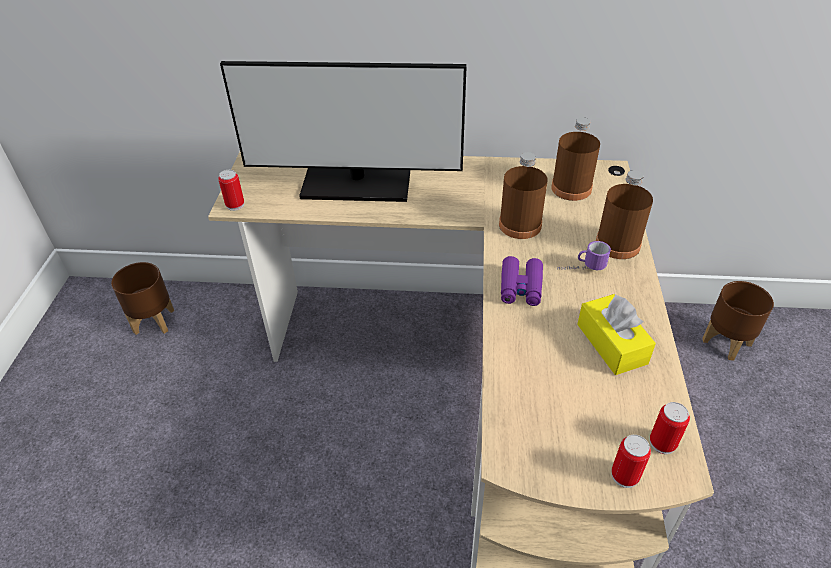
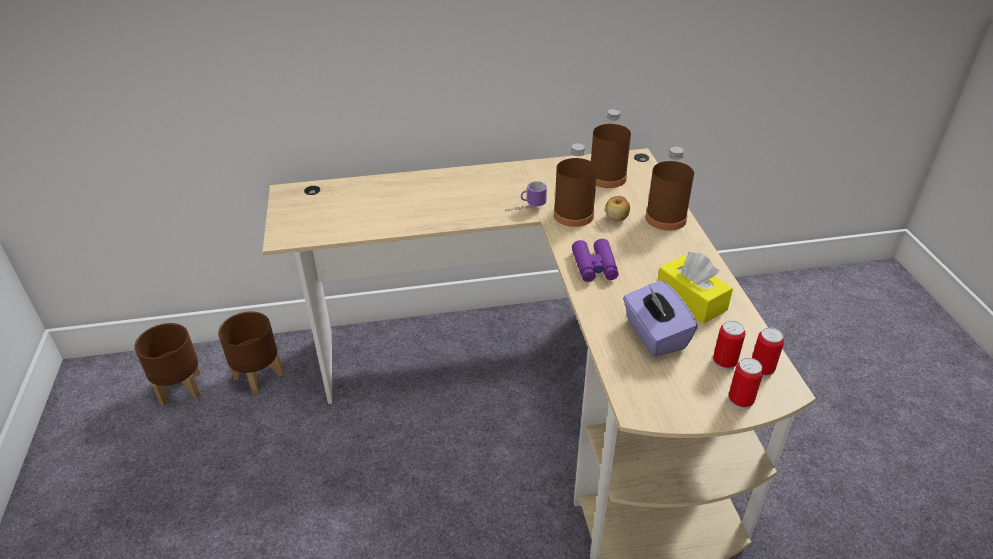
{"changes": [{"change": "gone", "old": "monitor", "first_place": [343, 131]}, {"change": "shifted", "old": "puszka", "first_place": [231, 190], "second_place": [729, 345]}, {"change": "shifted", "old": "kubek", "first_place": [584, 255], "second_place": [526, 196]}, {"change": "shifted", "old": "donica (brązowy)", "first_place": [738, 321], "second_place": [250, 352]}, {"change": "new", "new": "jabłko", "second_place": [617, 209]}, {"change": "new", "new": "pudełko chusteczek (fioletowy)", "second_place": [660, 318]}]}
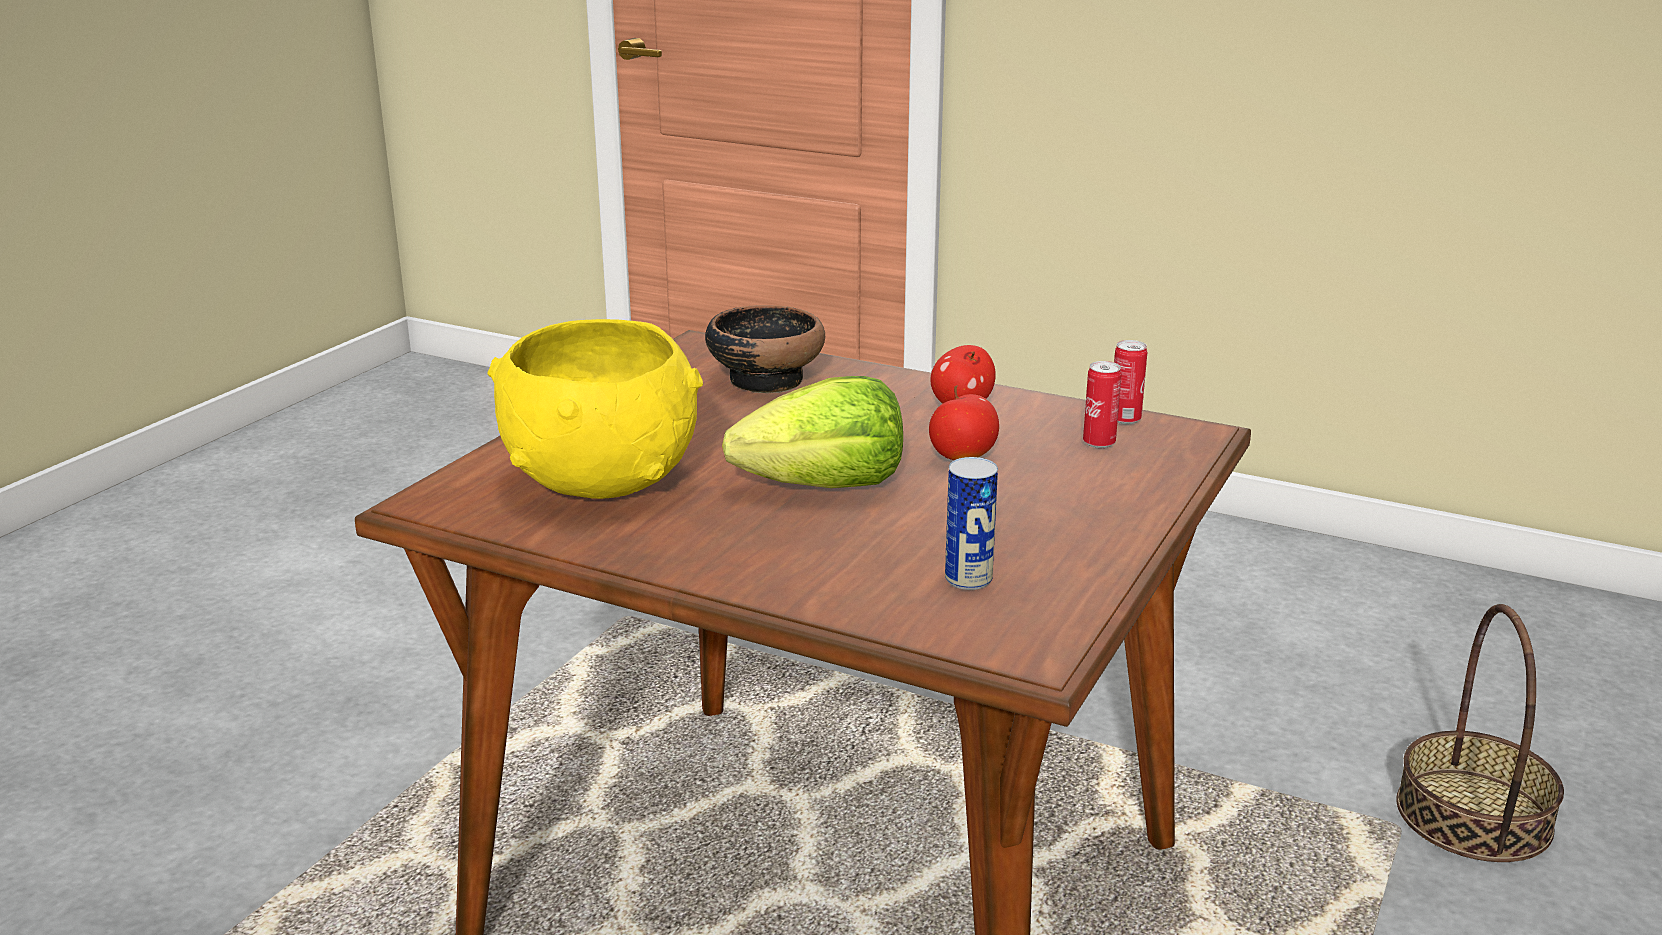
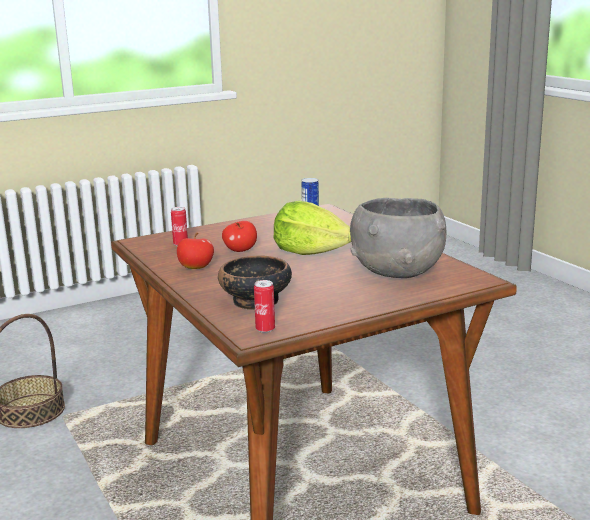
{"changes": [{"change": "repainted", "old": "miska (żółty)", "new": "miska (szary)", "first_place": [595, 409], "second_place": [398, 238]}, {"change": "shifted", "old": "puszka", "first_place": [1130, 382], "second_place": [264, 306]}]}
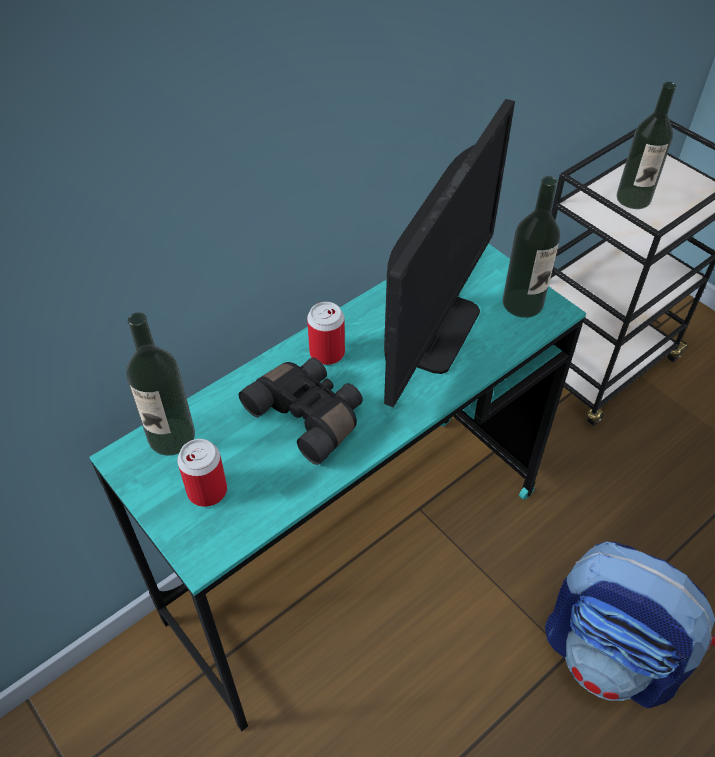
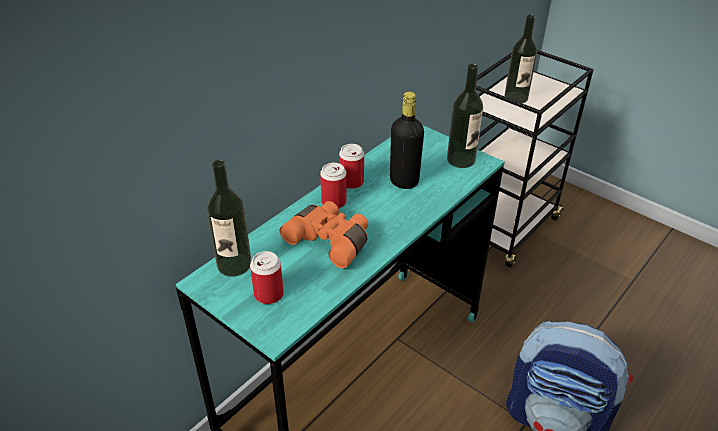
{"changes": [{"change": "swapped", "old": "monitor", "new": "butelka (czarny)", "first_place": [449, 253], "second_place": [407, 140]}, {"change": "repainted", "old": "lornetka (czarny)", "new": "lornetka (pomarańczowy)", "first_place": [301, 411], "second_place": [324, 234]}, {"change": "new", "new": "puszka", "second_place": [351, 166]}]}
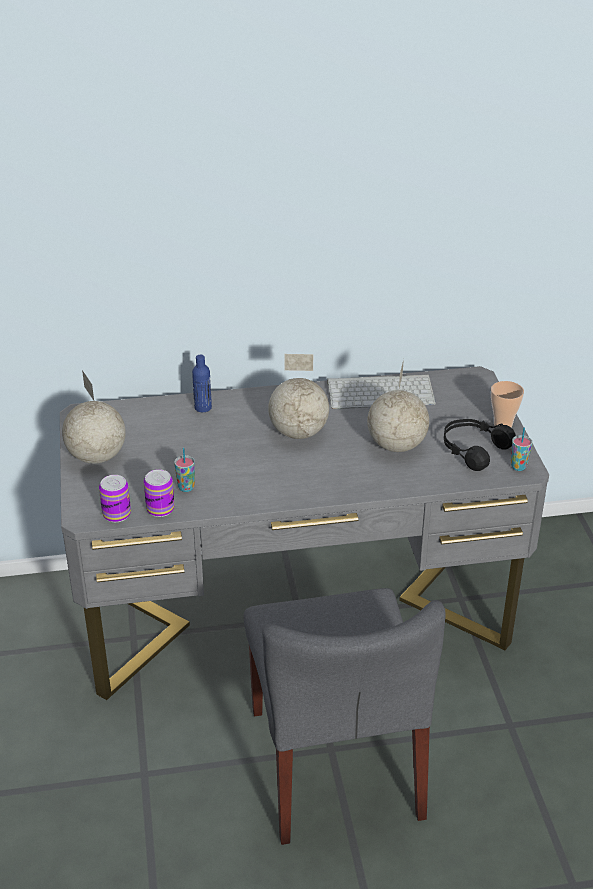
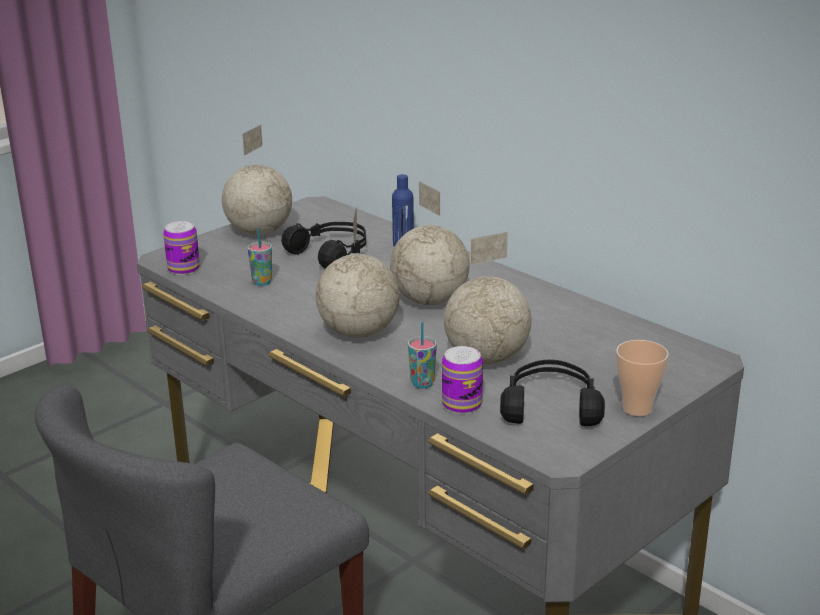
{"changes": [{"change": "gone", "old": "klawiatura", "first_place": [381, 392]}, {"change": "shifted", "old": "filiżanka", "first_place": [521, 449], "second_place": [422, 355]}, {"change": "shifted", "old": "puszka", "first_place": [159, 493], "second_place": [462, 380]}, {"change": "new", "new": "globus", "second_place": [357, 274]}, {"change": "new", "new": "słuchawki (czarny)", "second_place": [323, 245]}]}
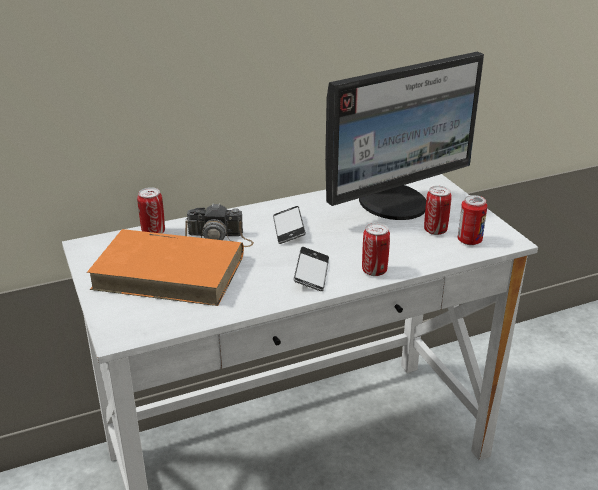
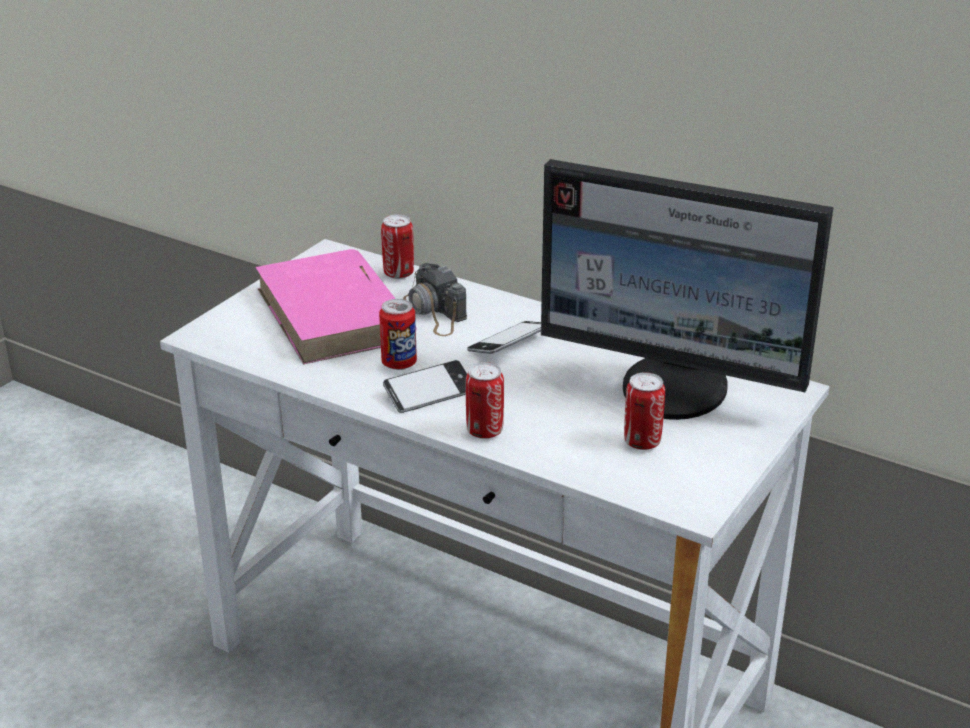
{"changes": [{"change": "shifted", "old": "puszka", "first_place": [473, 220], "second_place": [398, 334]}, {"change": "repainted", "old": "książka (pomarańczowy)", "new": "książka (różowy)", "first_place": [165, 267], "second_place": [336, 306]}]}
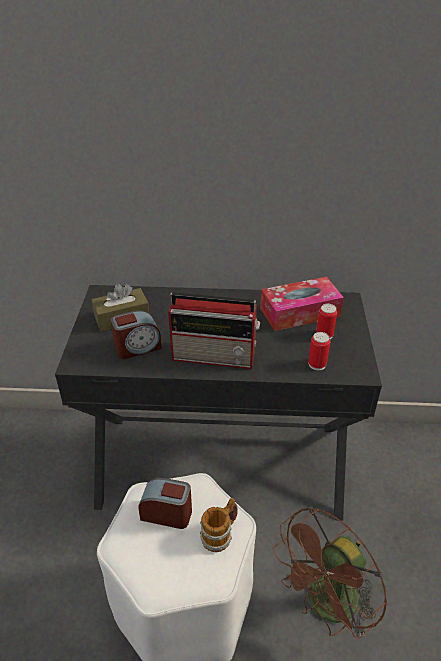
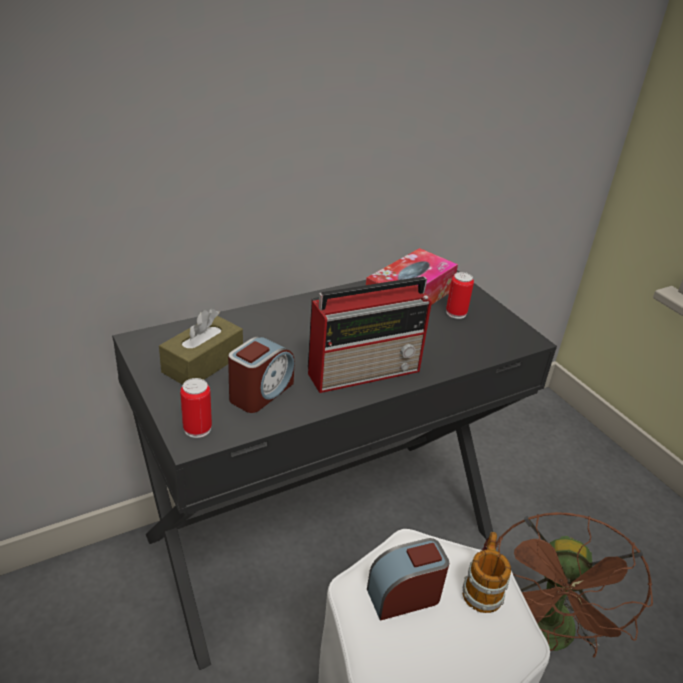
{"changes": [{"change": "shifted", "old": "puszka", "first_place": [319, 351], "second_place": [196, 408]}]}
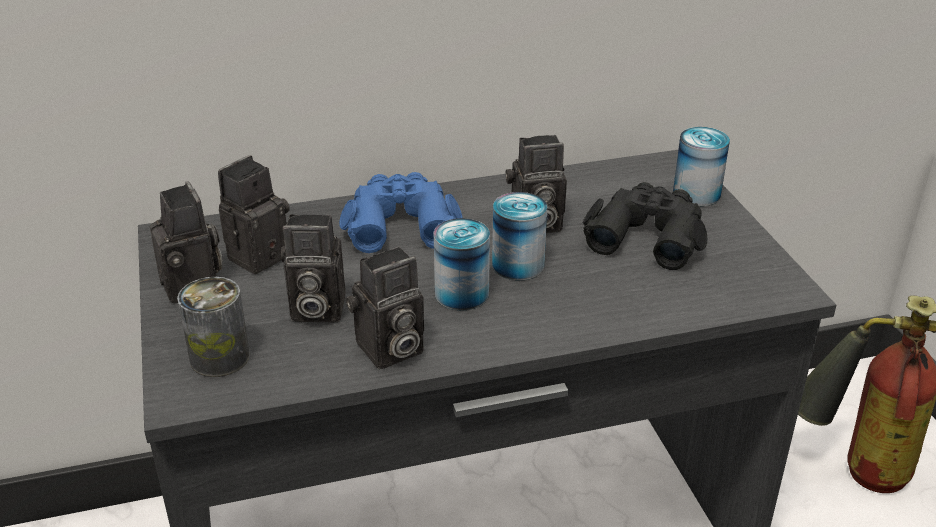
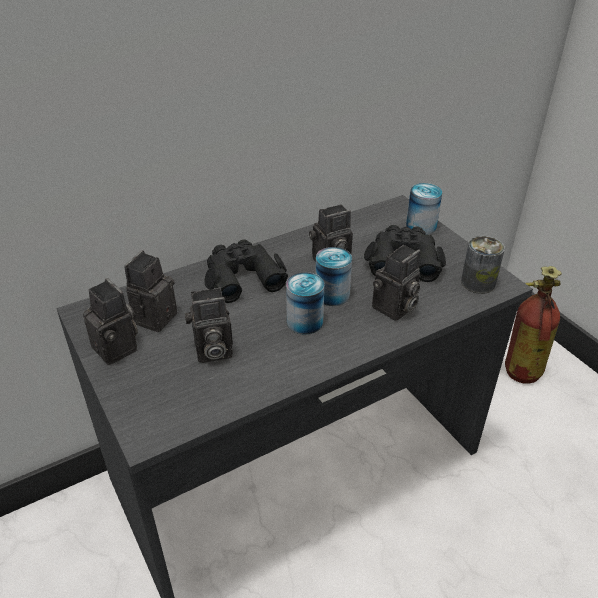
{"changes": [{"change": "repainted", "old": "lornetka (niebieski)", "new": "lornetka (czarny)", "first_place": [401, 212], "second_place": [246, 271]}, {"change": "shifted", "old": "aparat fotograficzny", "first_place": [385, 307], "second_place": [396, 283]}, {"change": "shifted", "old": "puszka", "first_place": [213, 327], "second_place": [483, 265]}]}
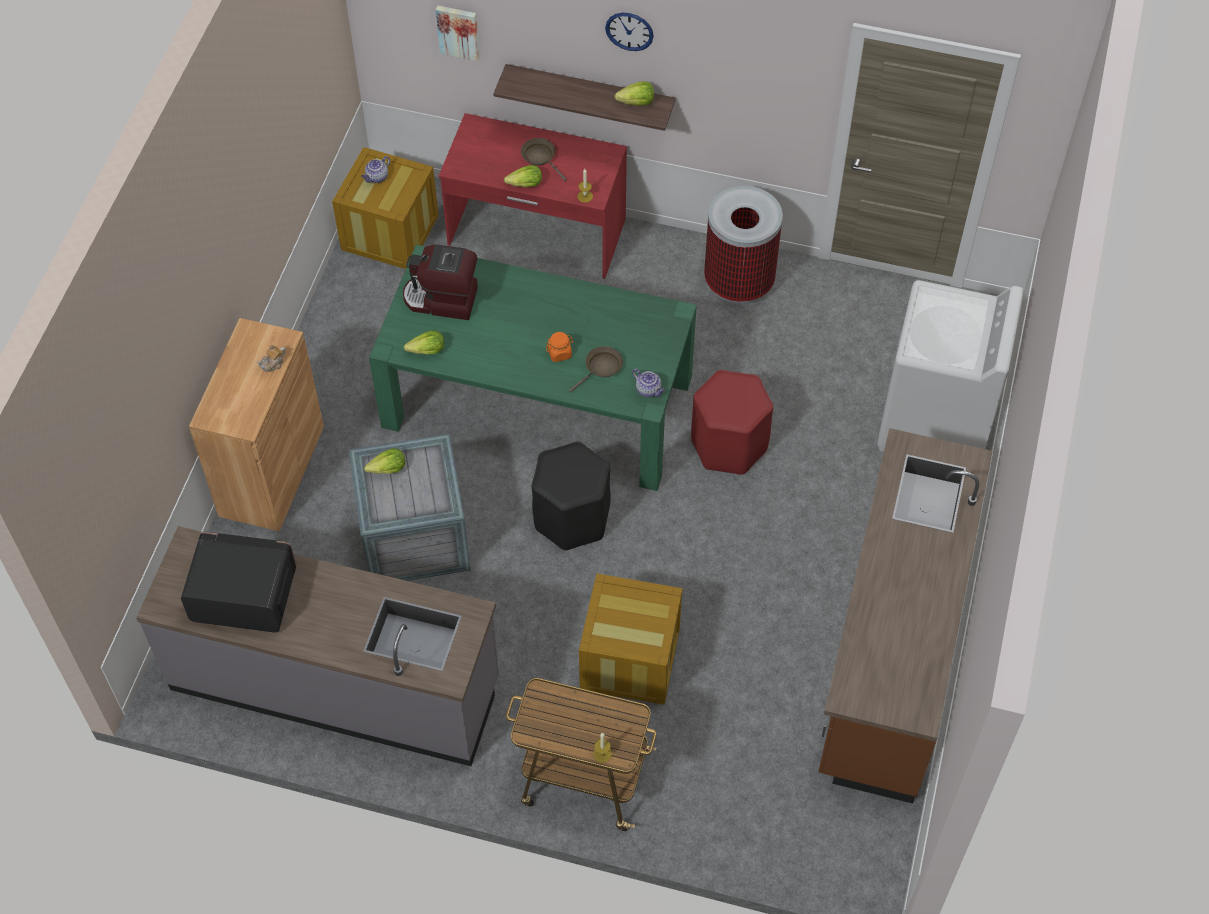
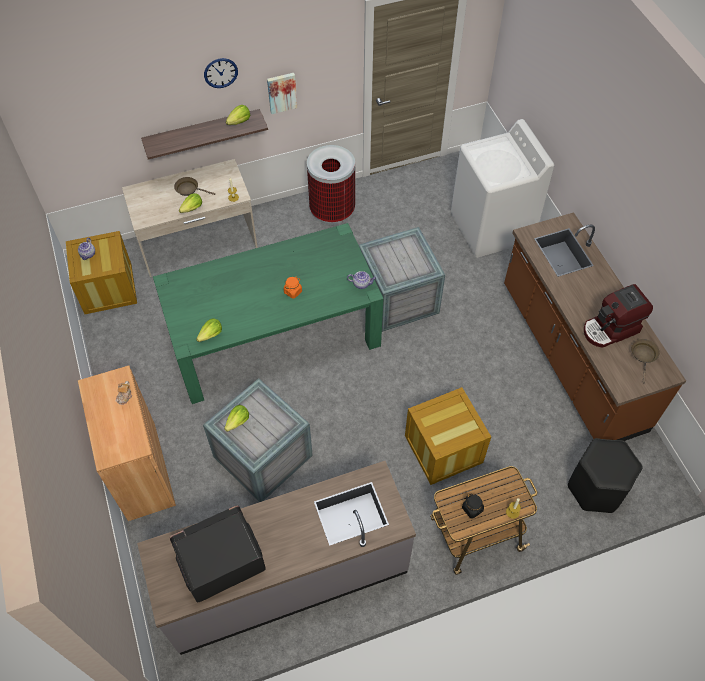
{"changes": [{"change": "shifted", "old": "obraz", "first_place": [457, 33], "second_place": [282, 93]}, {"change": "repainted", "old": "biurko (czerwony)", "new": "biurko (beżowy)", "first_place": [533, 196], "second_place": [190, 218]}, {"change": "shifted", "old": "ekspres do kawy", "first_place": [440, 282], "second_place": [618, 316]}, {"change": "shifted", "old": "patelnia (brązowy)", "first_place": [596, 369], "second_place": [645, 361]}, {"change": "swapped", "old": "stołek (czerwony)", "new": "skrzynka", "first_place": [732, 422], "second_place": [402, 279]}, {"change": "shifted", "old": "stołek (czarny)", "first_place": [571, 496], "second_place": [605, 475]}, {"change": "new", "new": "słoik (czarny)", "second_place": [473, 506]}]}
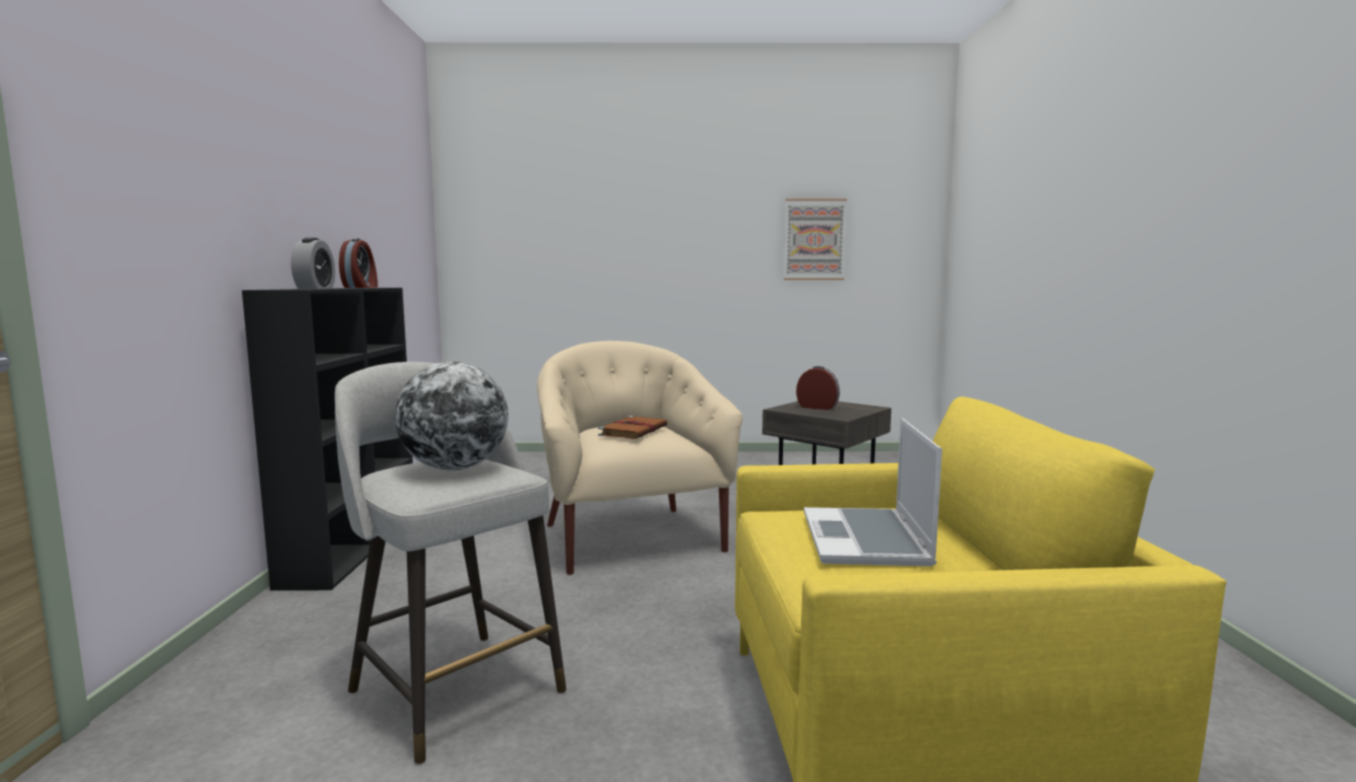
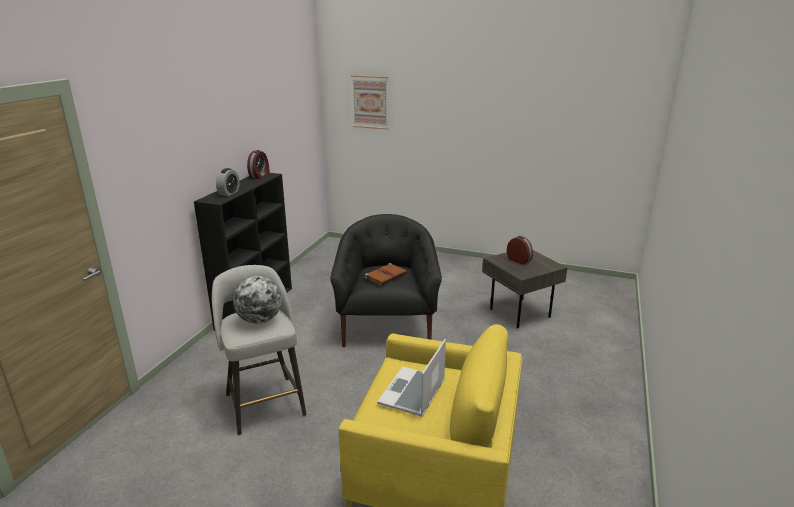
{"changes": [{"change": "shifted", "old": "obraz", "first_place": [815, 239], "second_place": [369, 102]}, {"change": "repainted", "old": "fotel (beżowy)", "new": "fotel (czarny)", "first_place": [640, 458], "second_place": [386, 280]}]}
